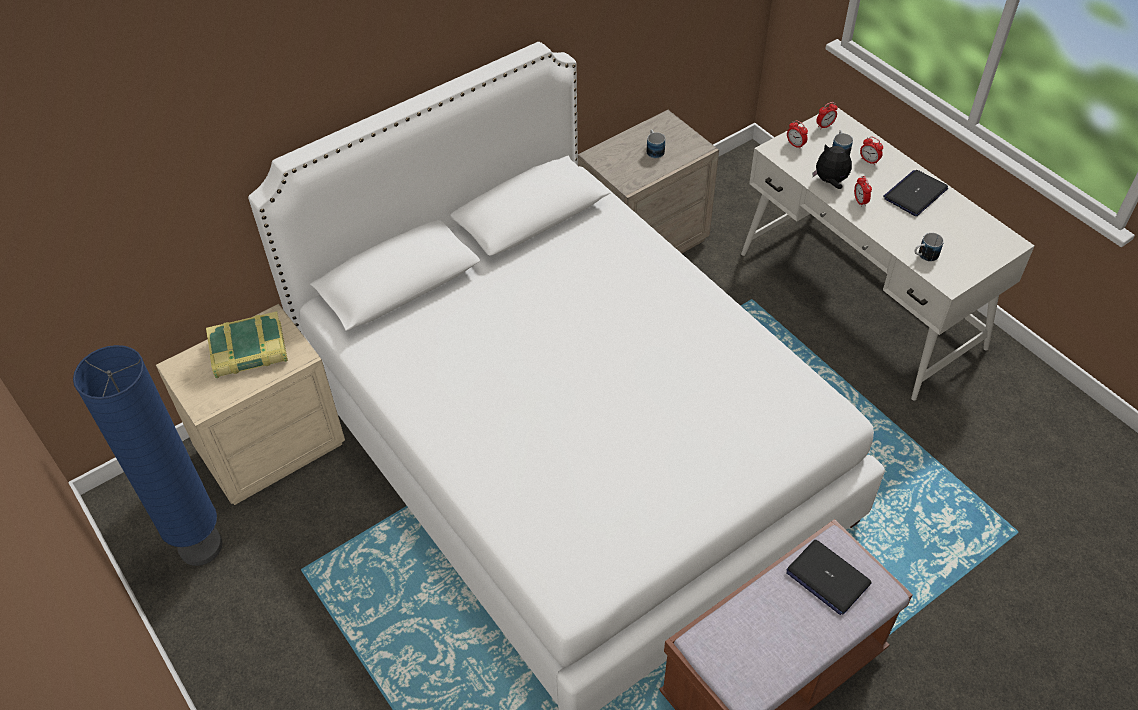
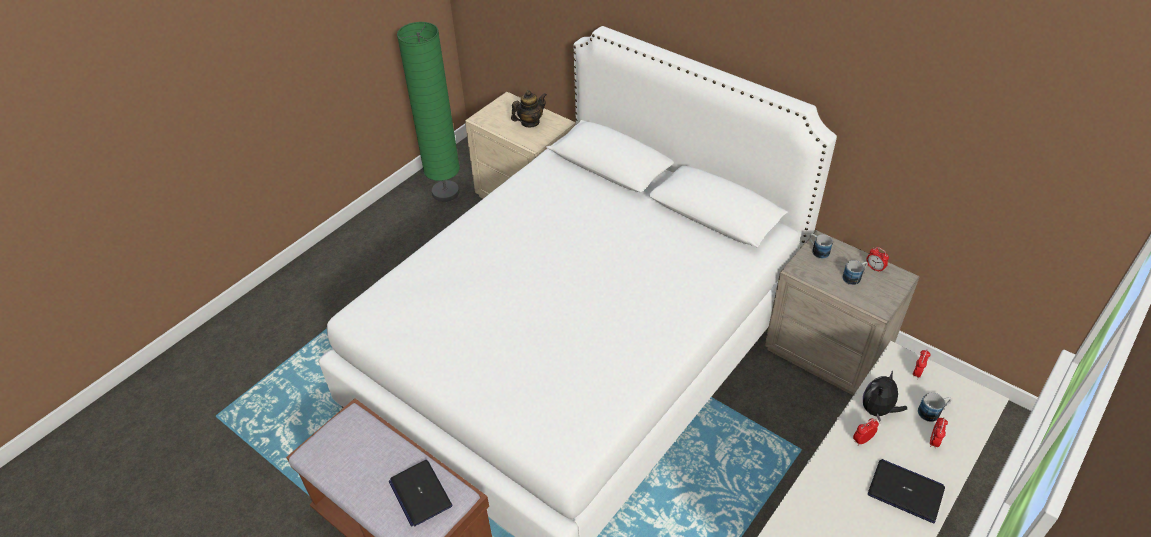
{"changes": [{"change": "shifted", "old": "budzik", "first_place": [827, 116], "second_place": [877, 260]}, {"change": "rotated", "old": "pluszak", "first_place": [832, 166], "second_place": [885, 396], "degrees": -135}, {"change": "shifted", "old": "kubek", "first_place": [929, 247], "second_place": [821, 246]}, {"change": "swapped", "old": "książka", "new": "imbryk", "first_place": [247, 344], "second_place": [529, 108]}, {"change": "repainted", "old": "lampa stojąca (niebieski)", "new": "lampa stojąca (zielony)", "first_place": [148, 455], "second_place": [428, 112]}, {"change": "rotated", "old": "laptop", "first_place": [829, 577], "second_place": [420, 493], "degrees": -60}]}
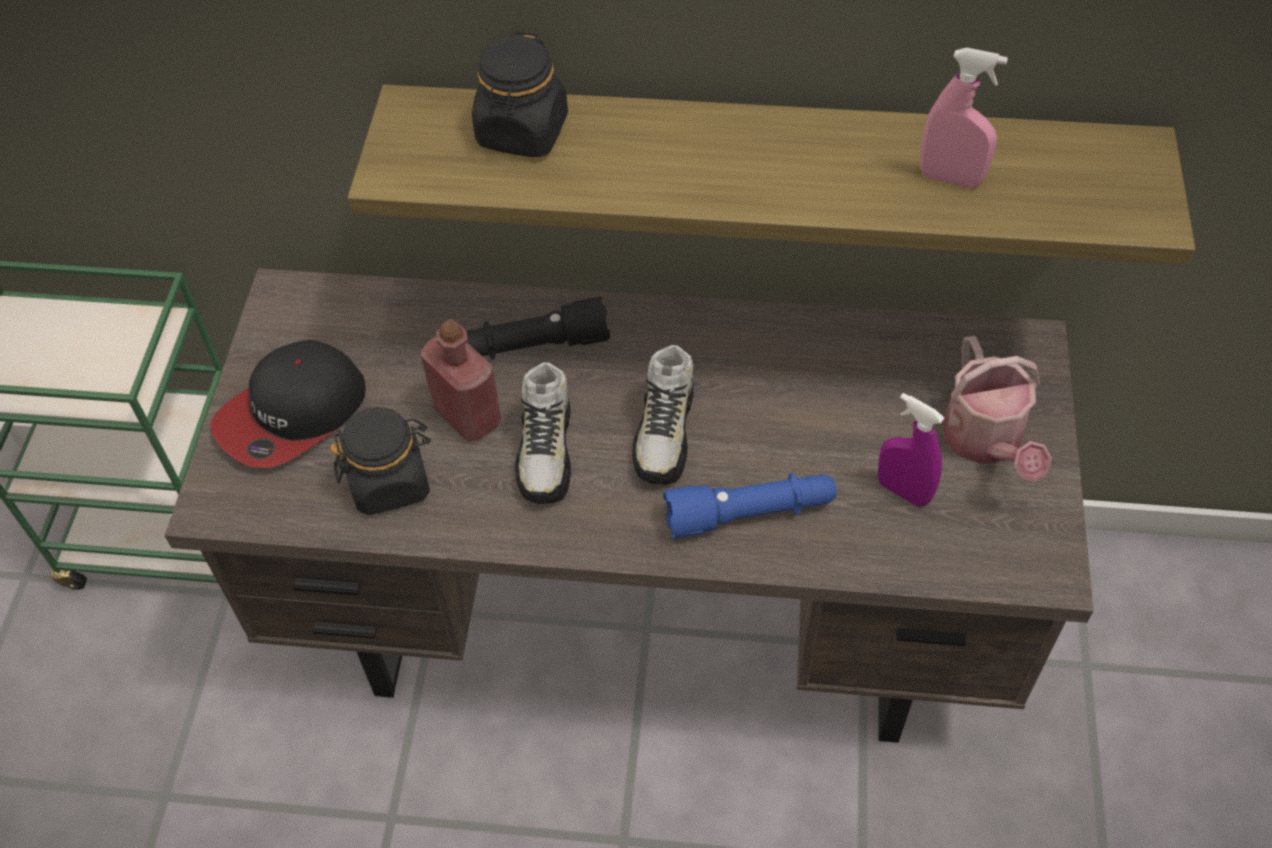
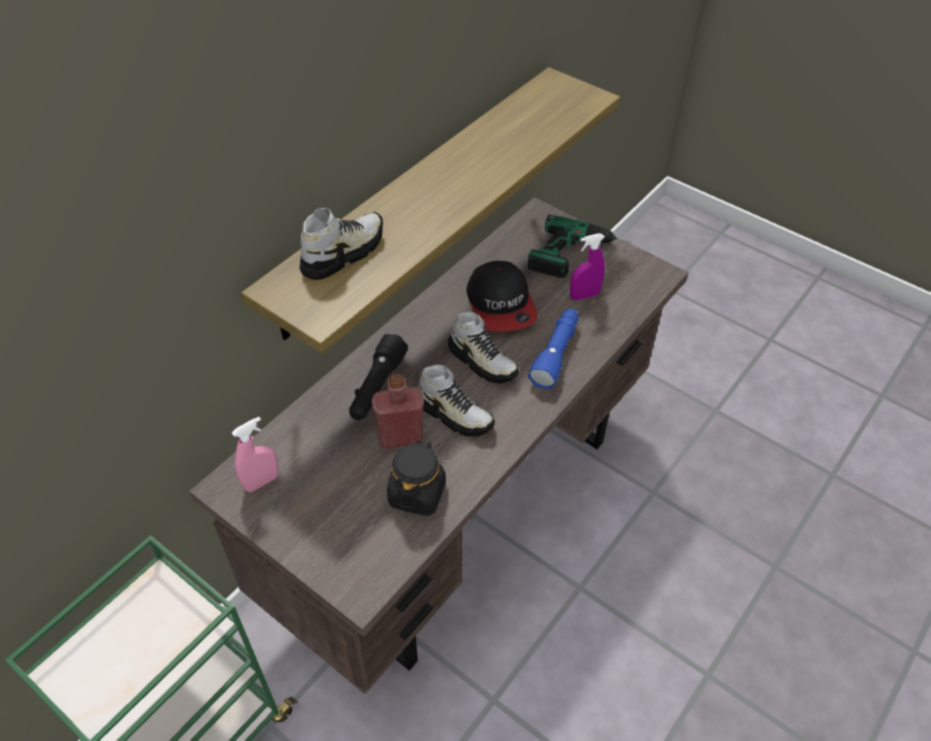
{"changes": [{"change": "swapped", "old": "słoik (czarny)", "new": "but", "first_place": [520, 94], "second_place": [341, 244]}, {"change": "shifted", "old": "spryskiwacz (różowy)", "first_place": [964, 118], "second_place": [255, 454]}, {"change": "swapped", "old": "konewka", "new": "wiertarka", "first_place": [998, 409], "second_place": [579, 246]}, {"change": "shifted", "old": "czapka z daszkiem", "first_place": [288, 404], "second_place": [501, 296]}]}
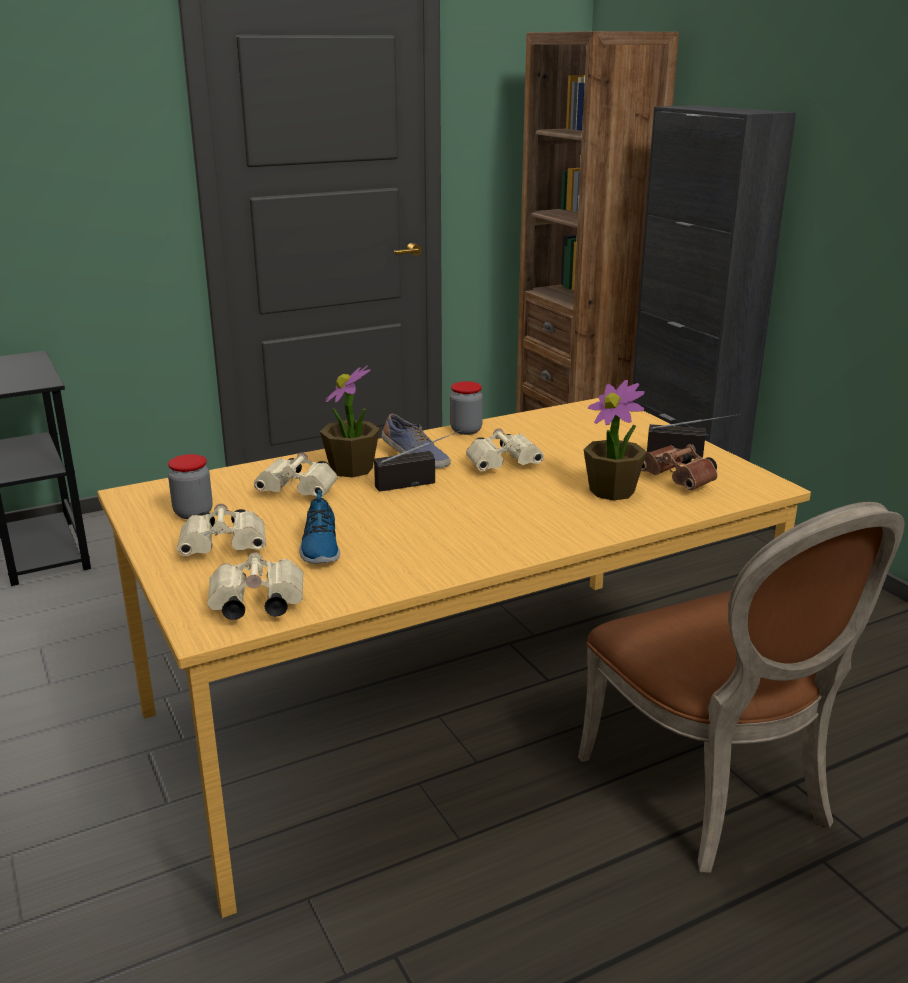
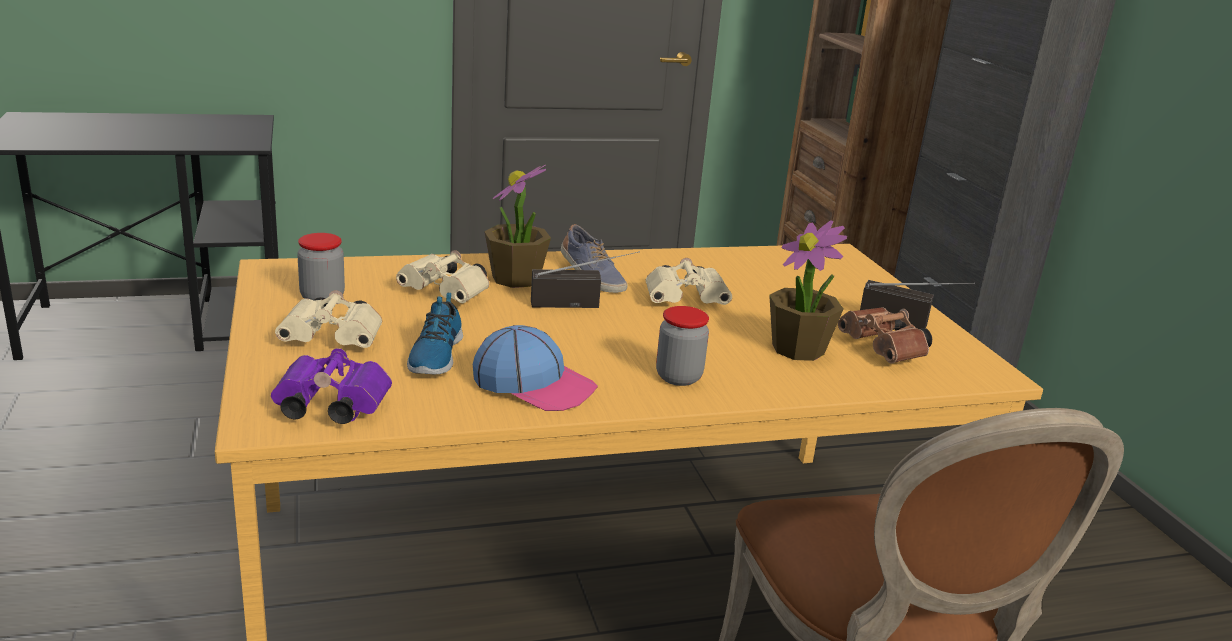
{"changes": [{"change": "shifted", "old": "słoik", "first_place": [466, 408], "second_place": [682, 346]}, {"change": "repainted", "old": "lornetka (beżowy)", "new": "lornetka (fioletowy)", "first_place": [256, 586], "second_place": [331, 386]}, {"change": "new", "new": "czapka z daszkiem", "second_place": [535, 368]}]}
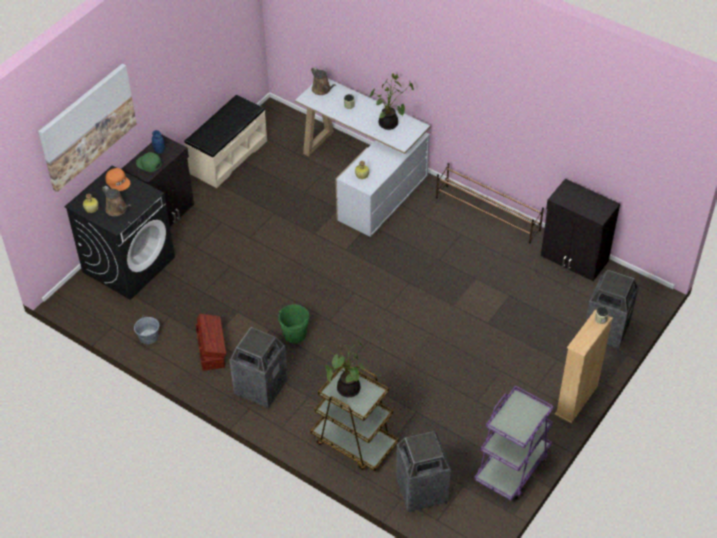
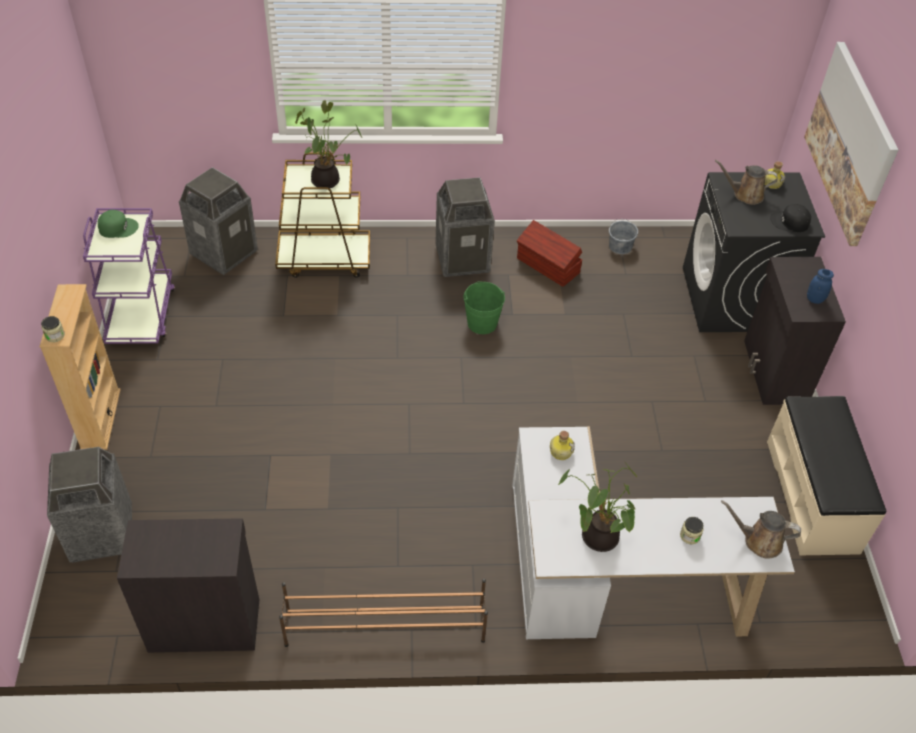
{"changes": [{"change": "shifted", "old": "czapka z daszkiem (zielony)", "first_place": [149, 162], "second_place": [118, 224]}, {"change": "repainted", "old": "czapka z daszkiem (pomarańczowy)", "new": "czapka z daszkiem (czarny)", "first_place": [117, 179], "second_place": [790, 218]}]}
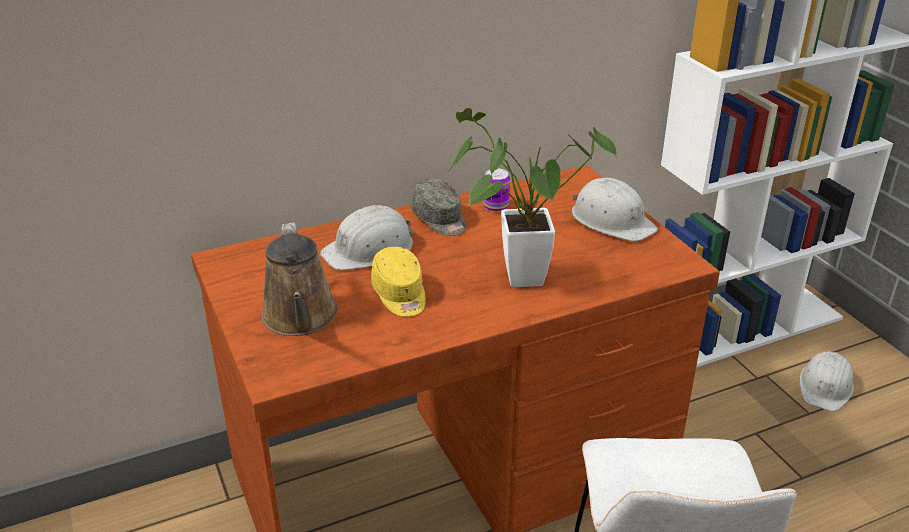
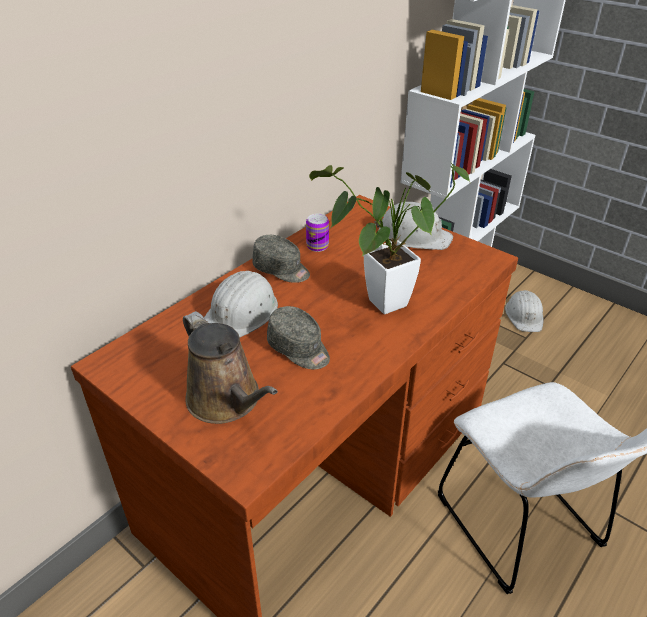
{"changes": [{"change": "repainted", "old": "czapka z daszkiem (żółty)", "new": "czapka z daszkiem (szary)", "first_place": [398, 282], "second_place": [298, 337]}]}
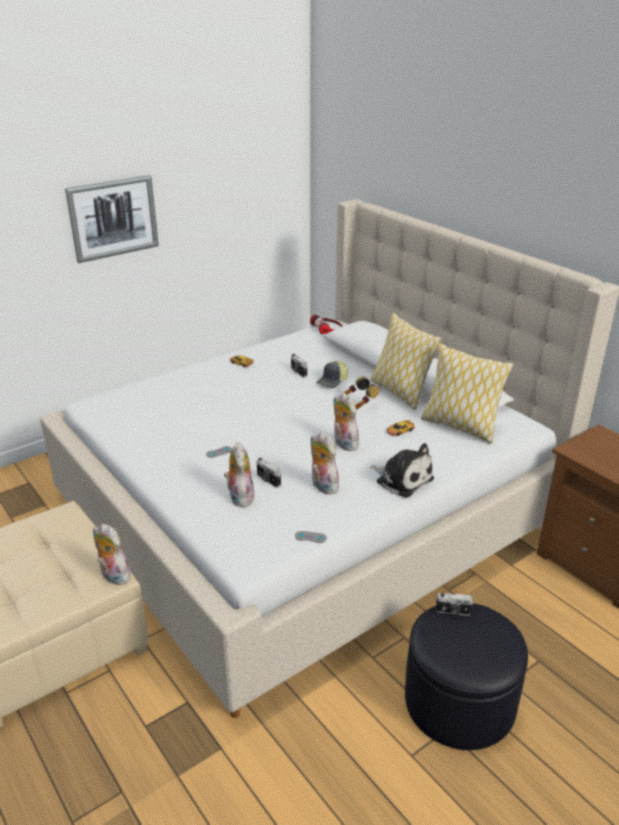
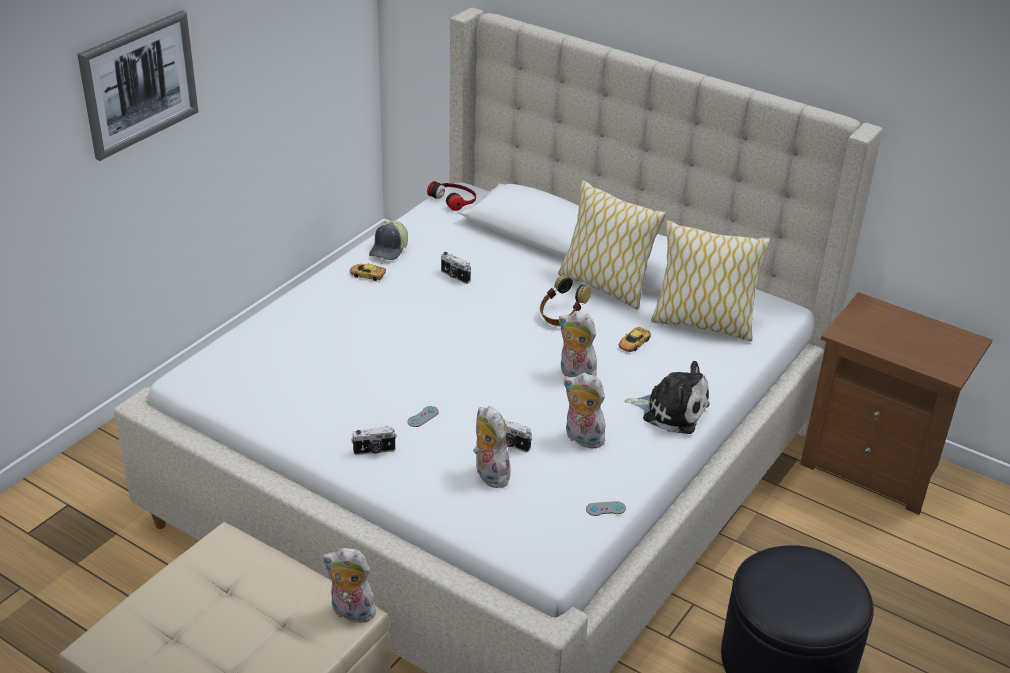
{"changes": [{"change": "shifted", "old": "czapka z daszkiem", "first_place": [332, 374], "second_place": [388, 240]}, {"change": "shifted", "old": "aparat fotograficzny", "first_place": [455, 604], "second_place": [374, 440]}]}
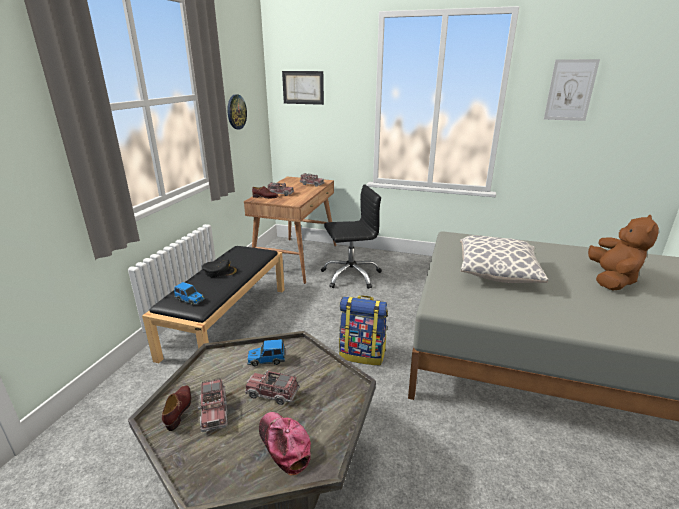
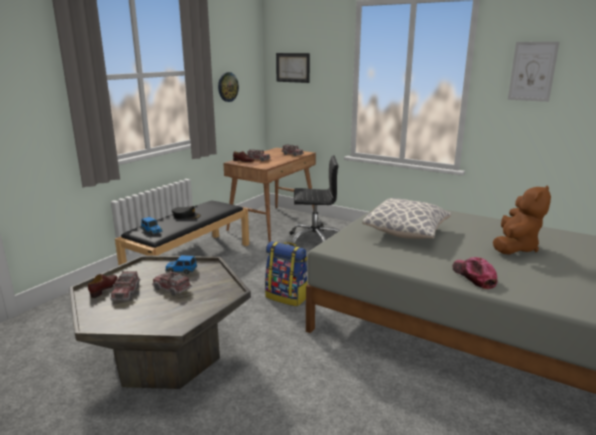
{"changes": [{"change": "shifted", "old": "czapka z daszkiem", "first_place": [285, 444], "second_place": [475, 273]}]}
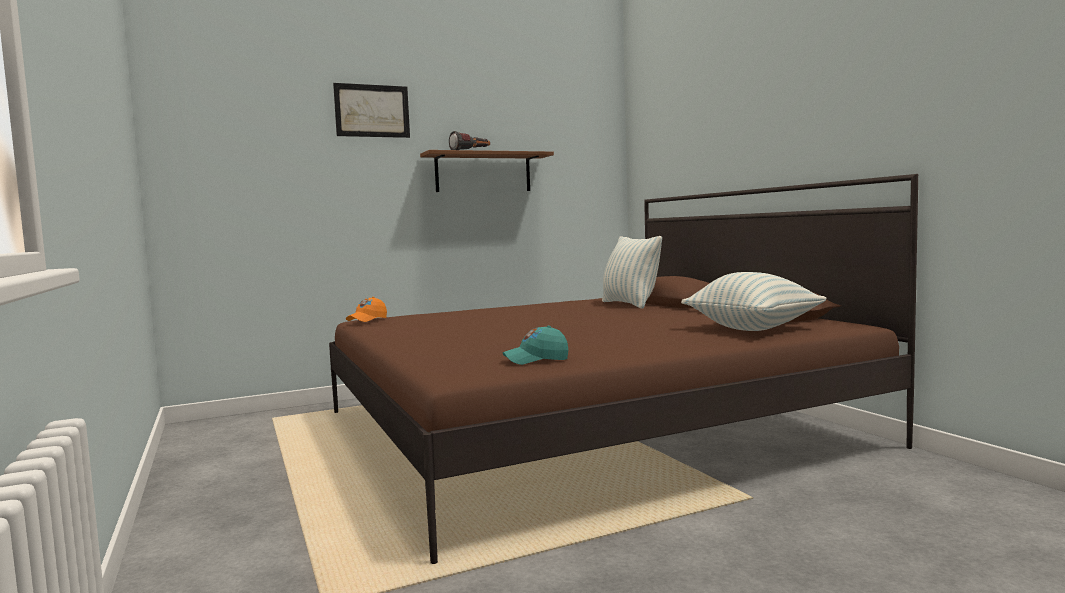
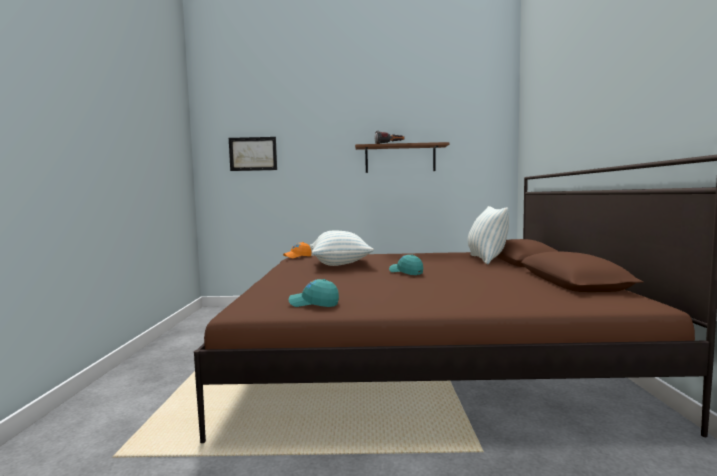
{"changes": [{"change": "shifted", "old": "obraz", "first_place": [371, 110], "second_place": [253, 154]}, {"change": "shifted", "old": "poduszka", "first_place": [754, 301], "second_place": [342, 248]}, {"change": "new", "new": "czapka z daszkiem (turkusowy)", "second_place": [406, 265]}]}
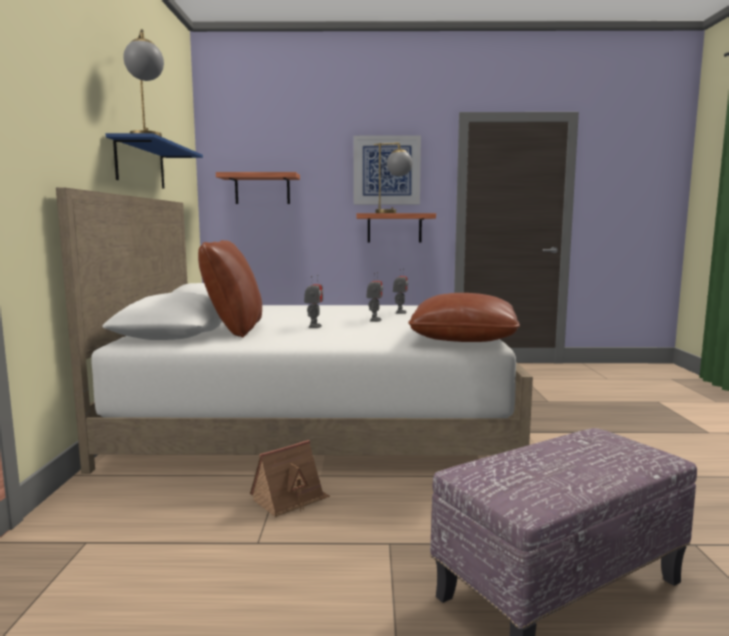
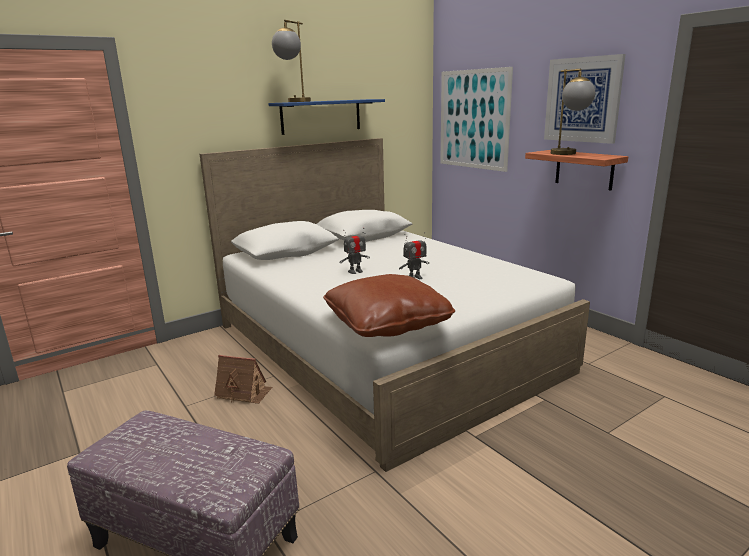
{"changes": [{"change": "swapped", "old": "półka", "new": "obraz", "first_place": [258, 188], "second_place": [476, 119]}, {"change": "gone", "old": "poduszka (brązowy)", "first_place": [230, 289]}, {"change": "gone", "old": "robot zabawkowy", "first_place": [400, 291]}]}
